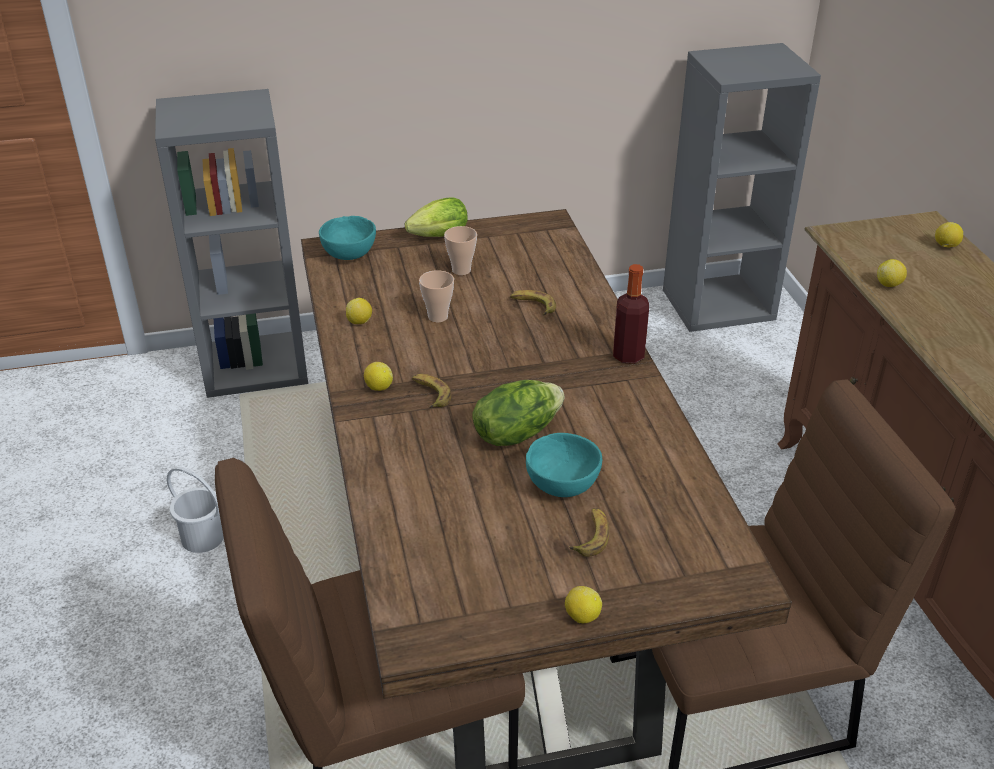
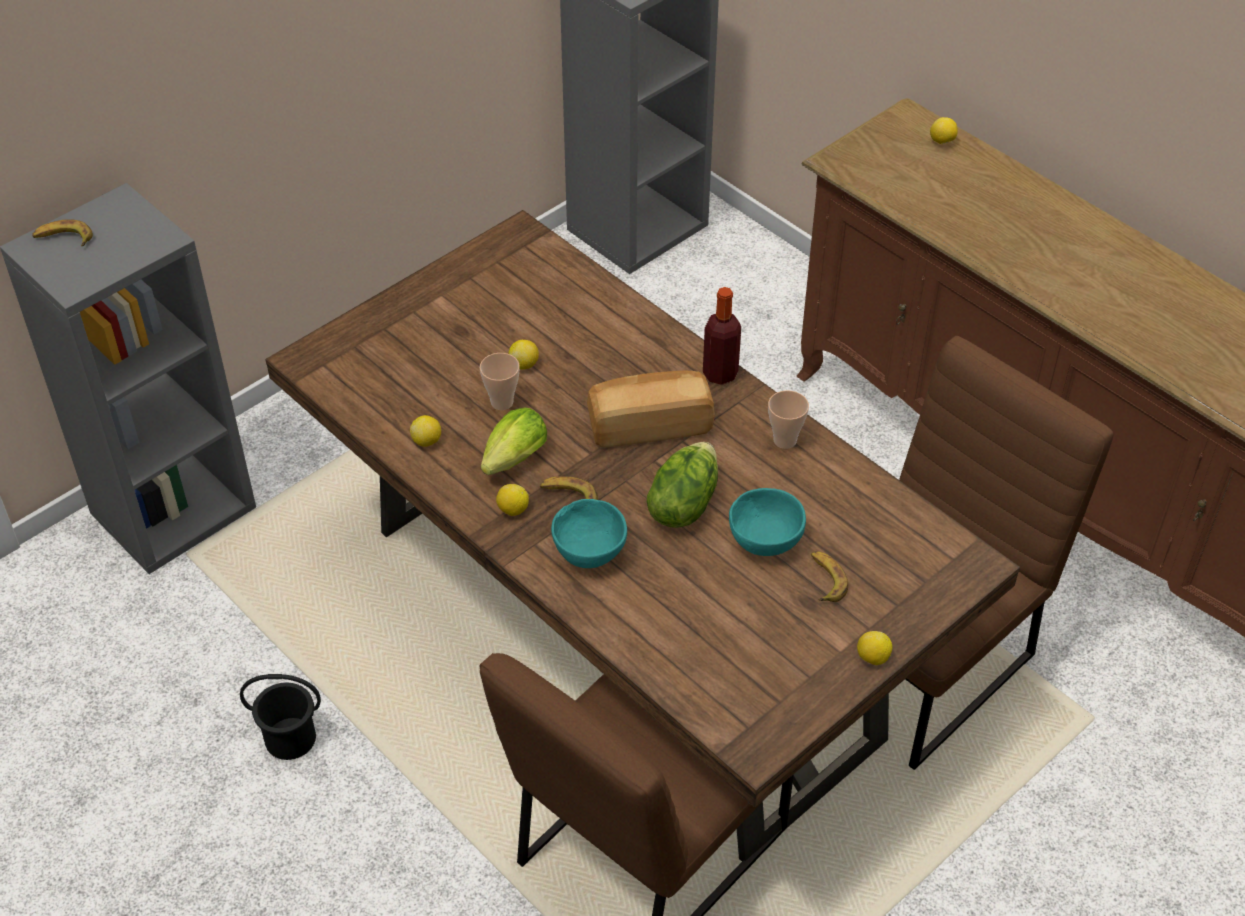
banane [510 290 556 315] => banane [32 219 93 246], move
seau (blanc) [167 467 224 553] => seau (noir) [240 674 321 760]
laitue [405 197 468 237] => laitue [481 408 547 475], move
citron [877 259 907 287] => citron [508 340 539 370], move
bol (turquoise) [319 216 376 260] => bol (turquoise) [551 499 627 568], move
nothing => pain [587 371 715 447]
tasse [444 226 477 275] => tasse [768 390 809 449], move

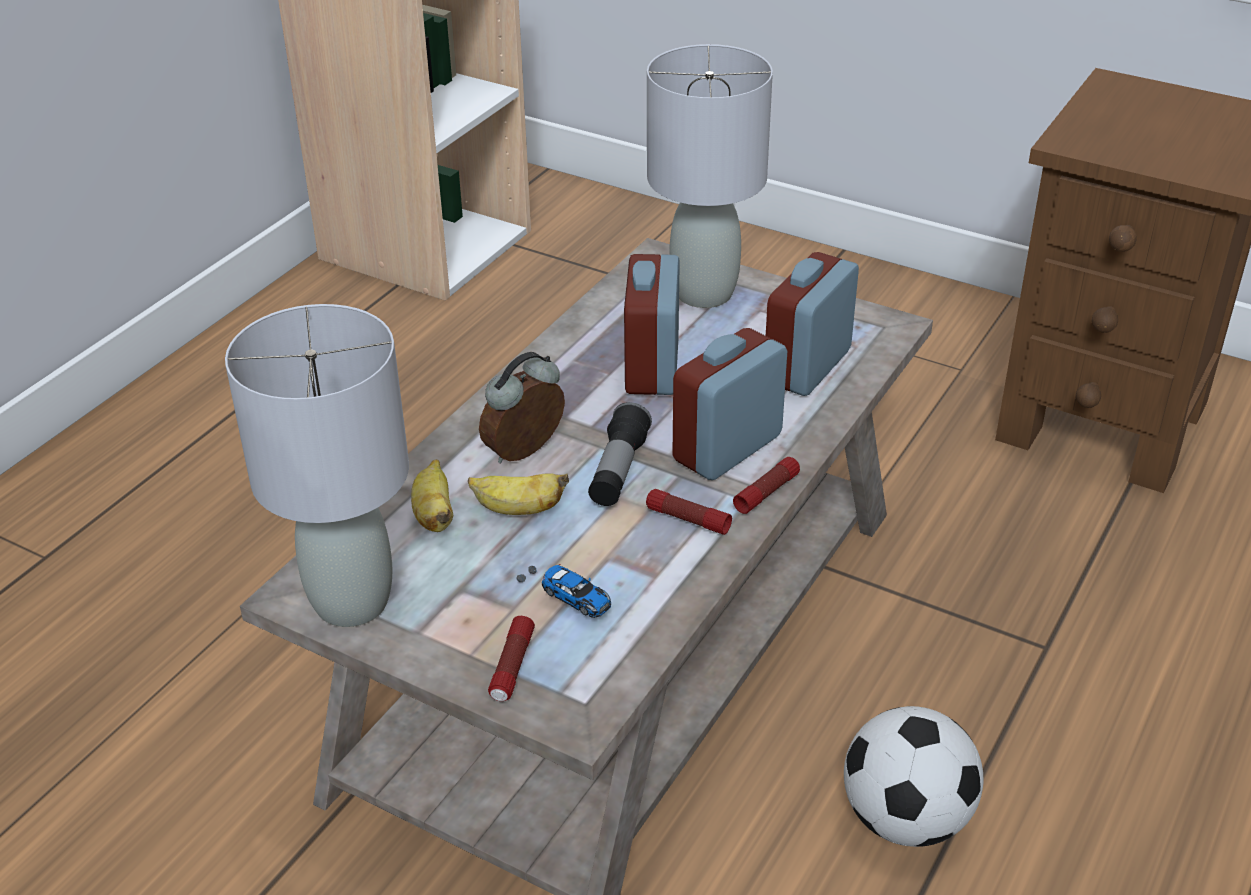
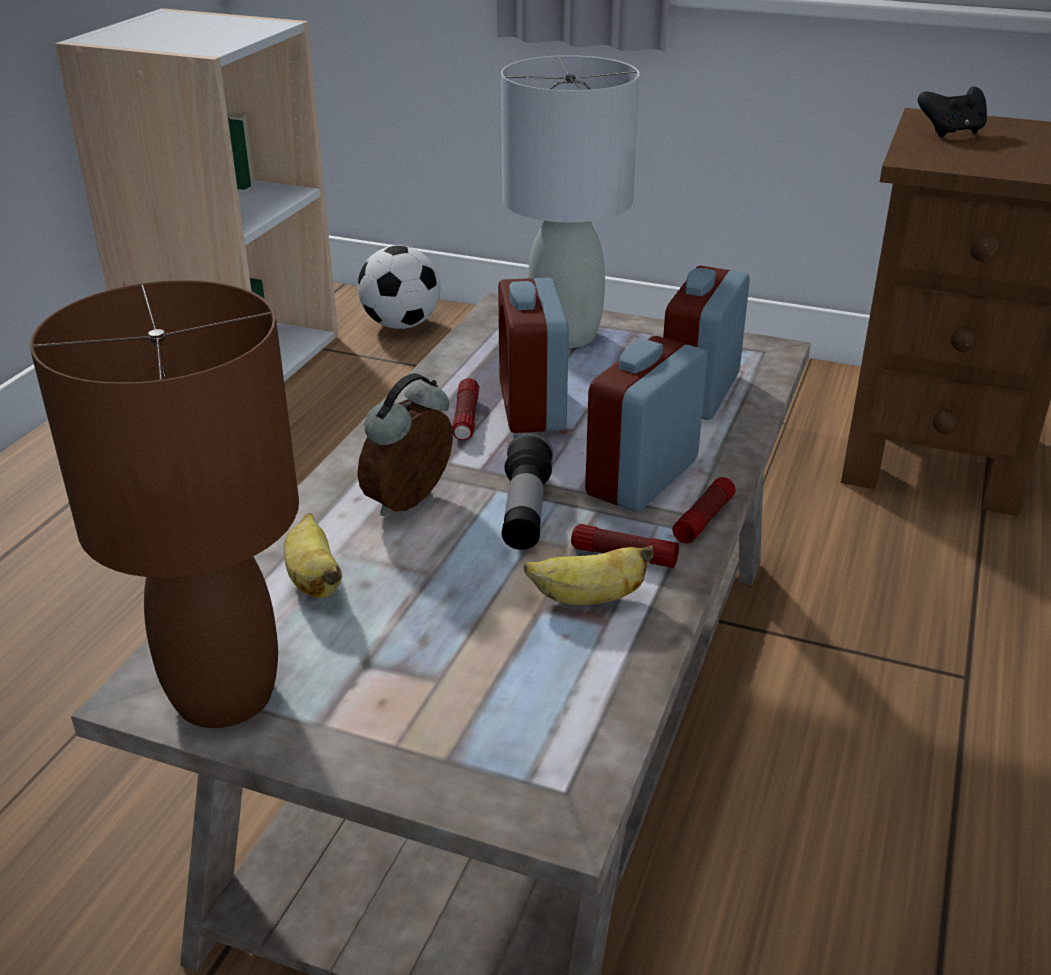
lampe de table (gris) [225 304 409 627] => lampe de table (marron) [30 280 299 728]
ballon de foot [844 706 983 847] => ballon de foot [358 245 441 329], move
lampe de poche [488 616 535 701] => lampe de poche [452 378 479 440], move
banane [468 473 569 515] => banane [524 545 654 605], move
nothing => manette (noir) [918 87 987 138]
petite voiture [516 564 611 618] => nothing

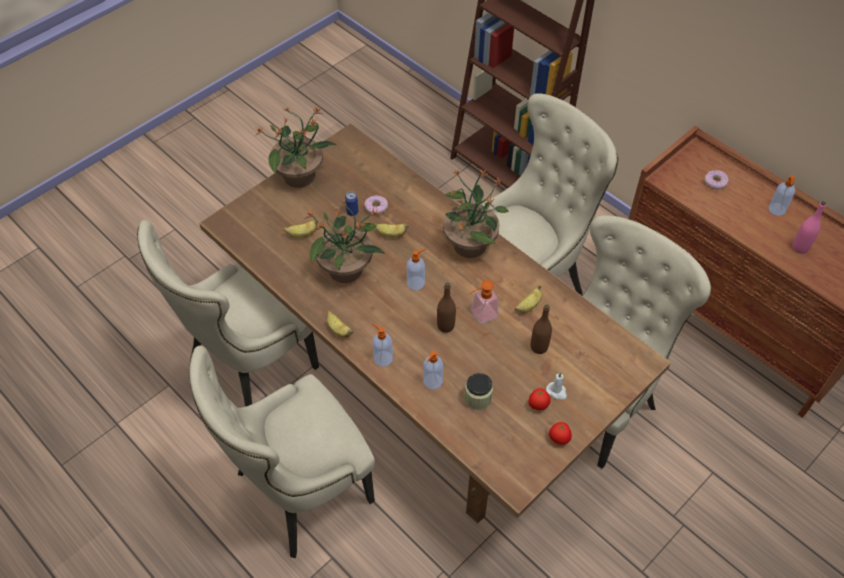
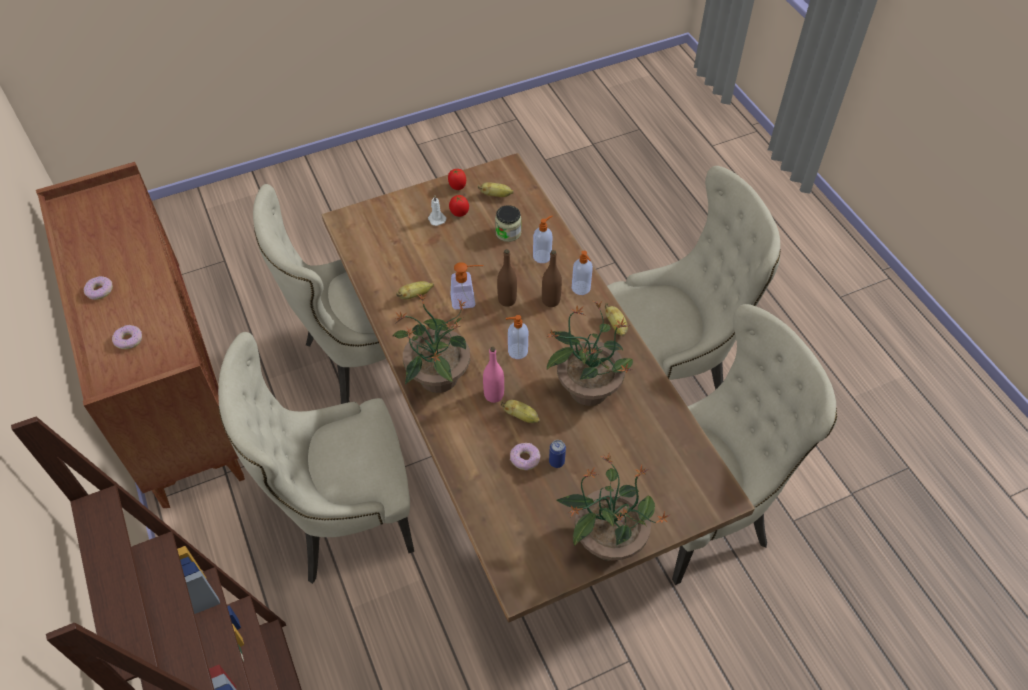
distributeur de savon [768 175 795 216] => beignet [84 276 113 300]
banane [284 220 318 238] => banane [478 182 514 197], move
bouteille (rose) [792 201 826 254] => bouteille (rose) [483 347 504 403], move
bouteille (marron) [531 304 552 354] => bouteille (marron) [542 250 562 307], move

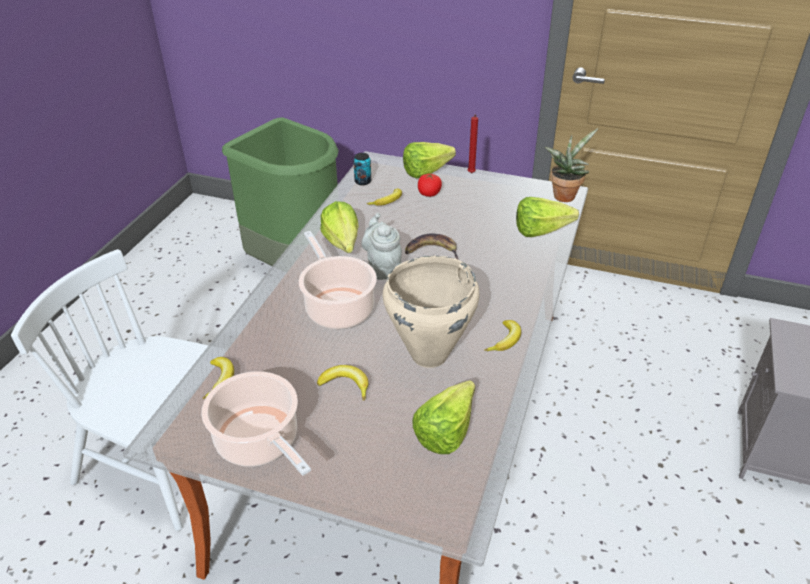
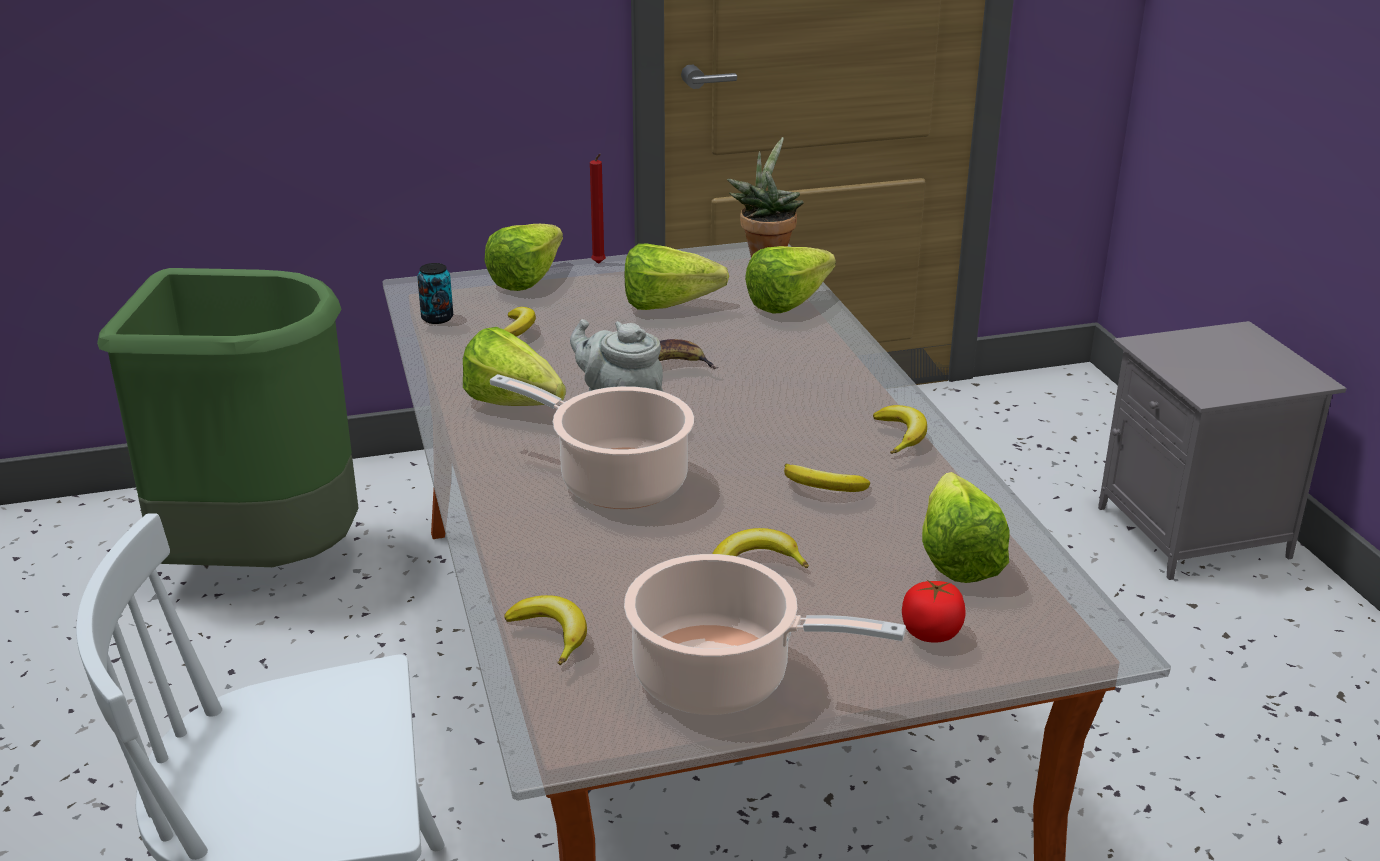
nothing => laitue [625 244 729 310]
marmite (beige) [382 256 480 368] => banane [784 464 870 492]
tomate [418 173 442 197] => tomate [902 579 966 643], move

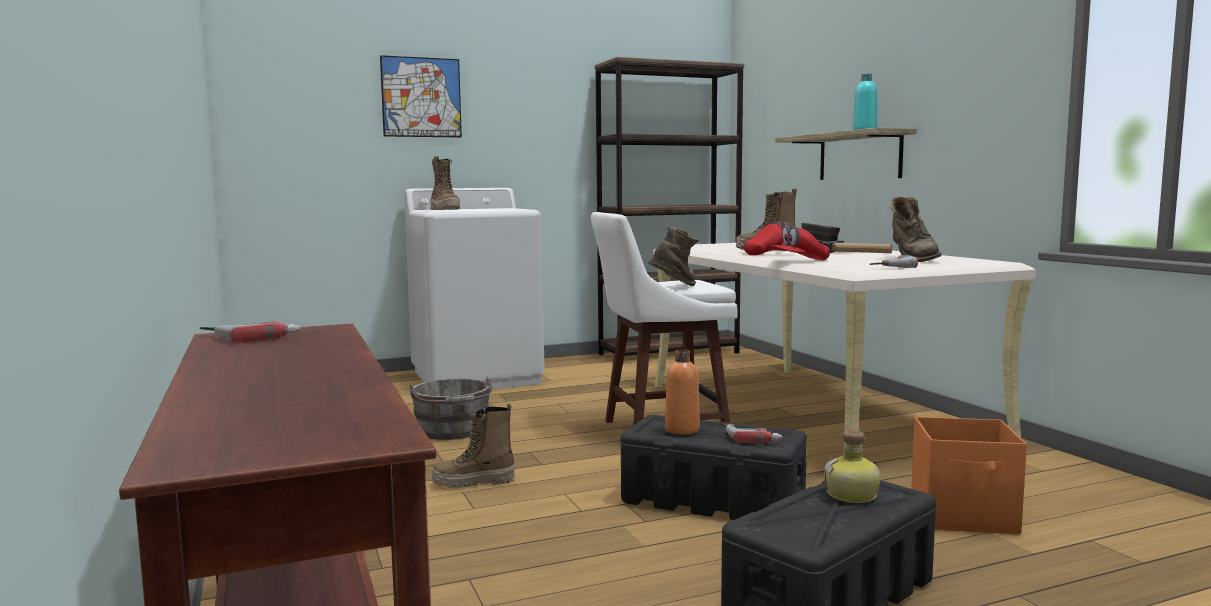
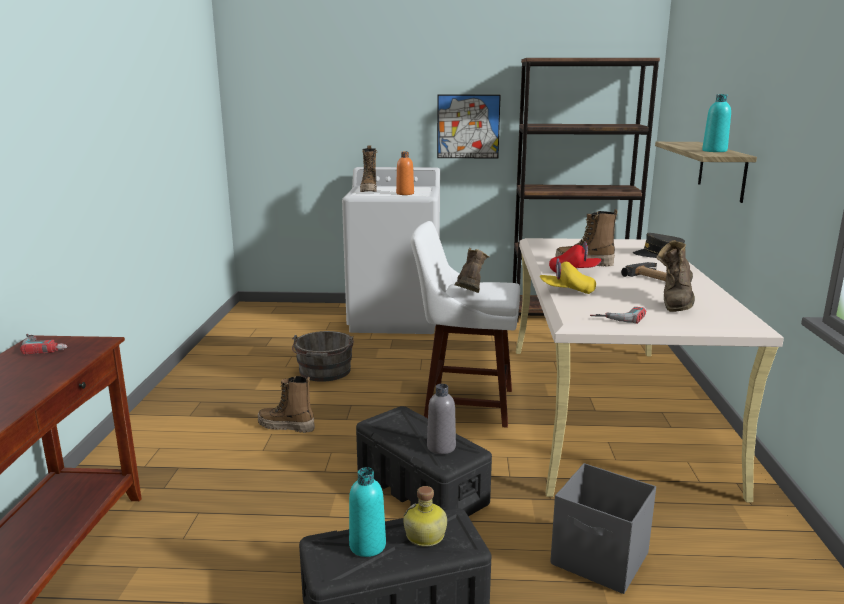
nothing => bouteille (turquoise) [349 467 386 557]
bouteille (orange) [665 349 700 434] => bouteille (orange) [396 152 414 195], move
perceuse [718 422 782 443] => bouteille (gris) [427 384 456 454]
tableau [380 55 462 138] => tableau [437 95 501 159], move
botte (marron) [648 227 699 286] => botte (marron) [455 248 490 293], 60 degrees counterclockwise
casquette (rouge) [770 225 830 260] => casquette (jaune) [540 258 596 294]
boîte de rangement (orange) [911 417 1027 535] => boîte de rangement (gris) [550 463 656 594]

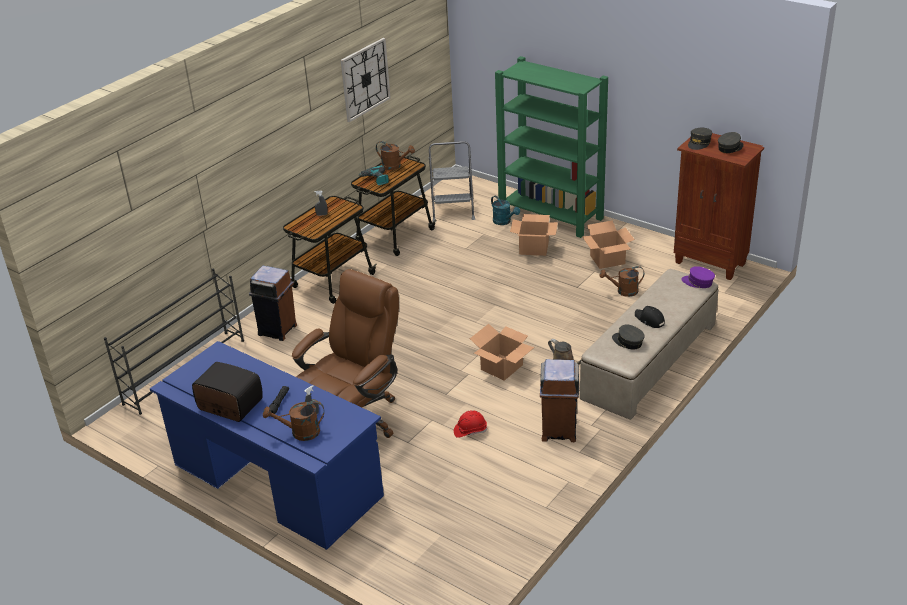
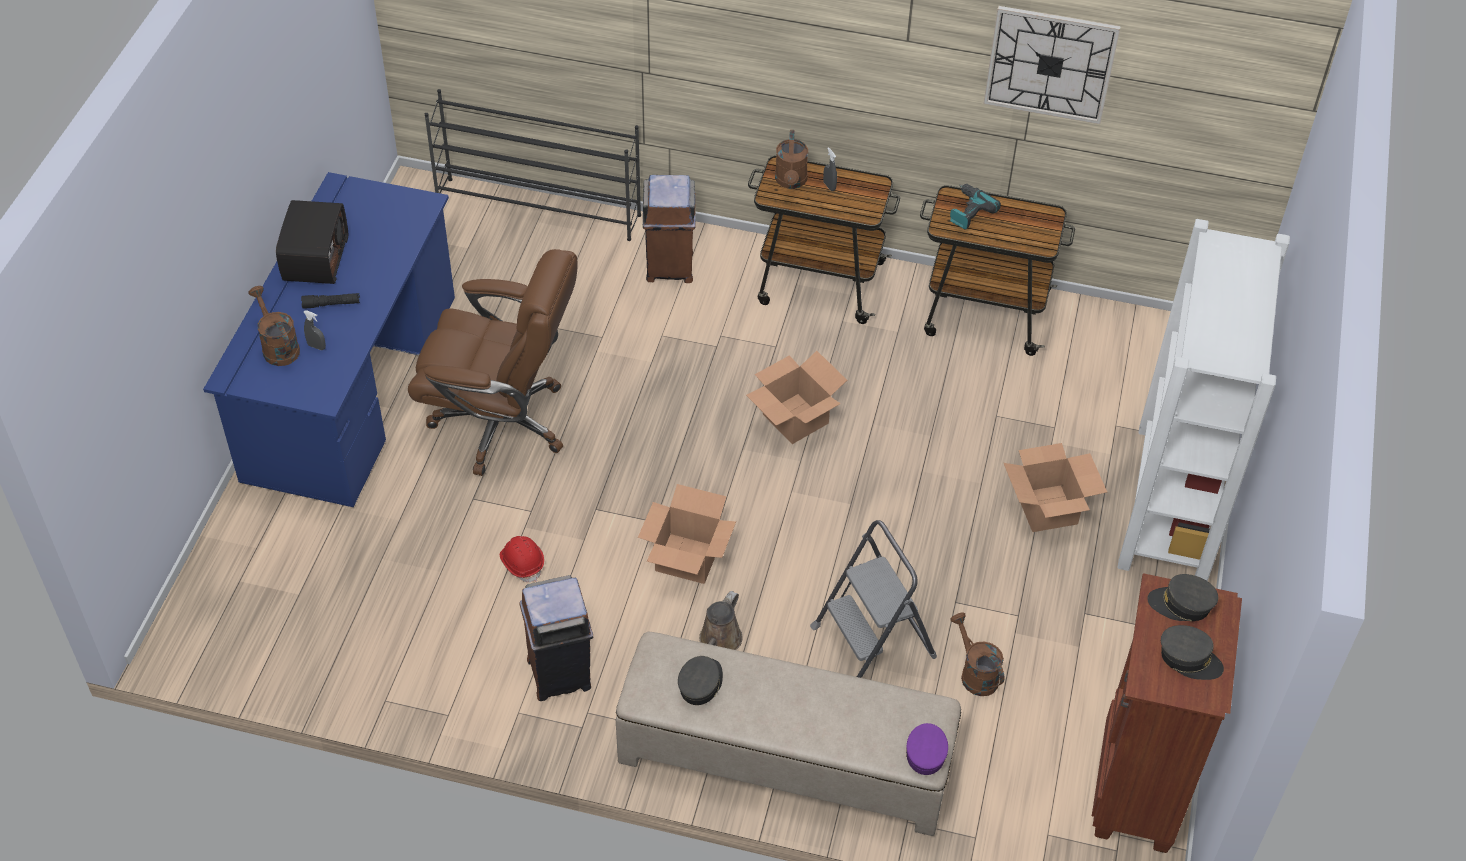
carton [582 220 635 269] => carton [746 351 847 444], move
arrosoir (marron) [376 141 415 170] => arrosoir (marron) [775 130 808 189], move
escabeau (gris) [429 141 475 222] => escabeau (gris) [810 520 937 678], move
bibliothèque (vert) [495 56 608 238] => bibliothèque (blanc) [1117 219 1290 581]
arrosoir (turquoise) [491 196 520 225] => nothing
casquette (noir) [635 306 665 328] => nothing

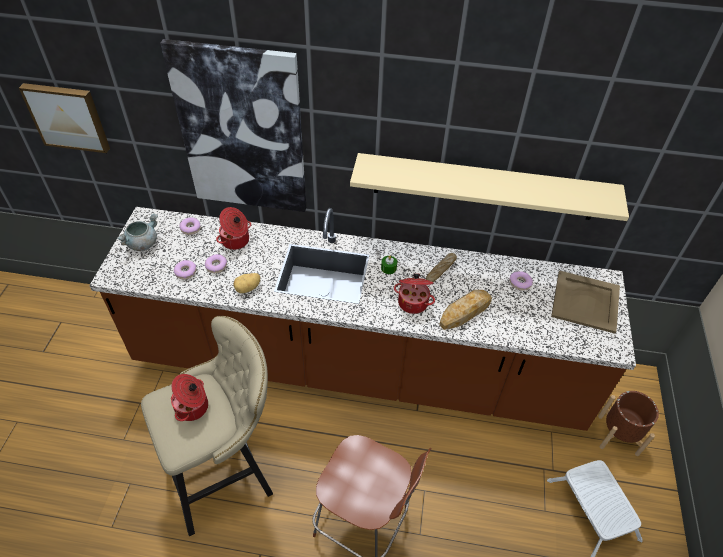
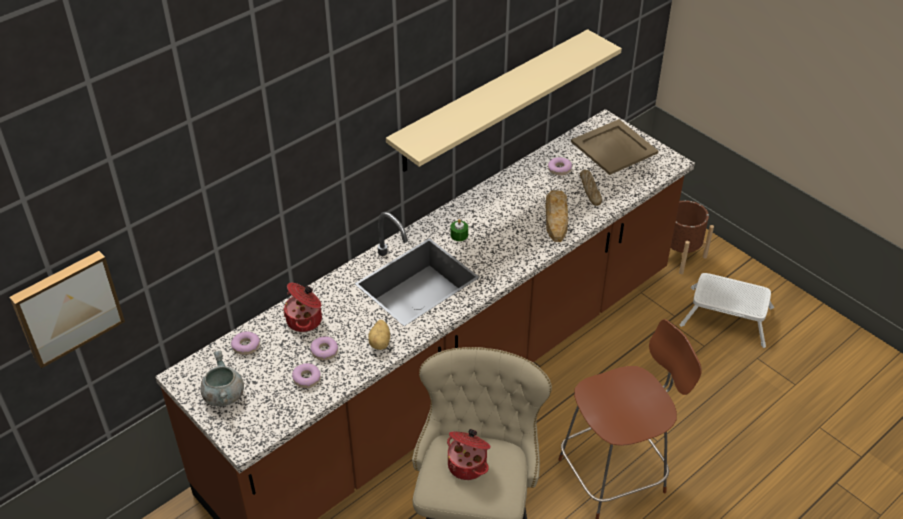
pain [426 253 457 282] => pain [580 170 602 206], move
tableau [160 39 306 212] => nothing
marmite [394 273 435 314] => nothing

